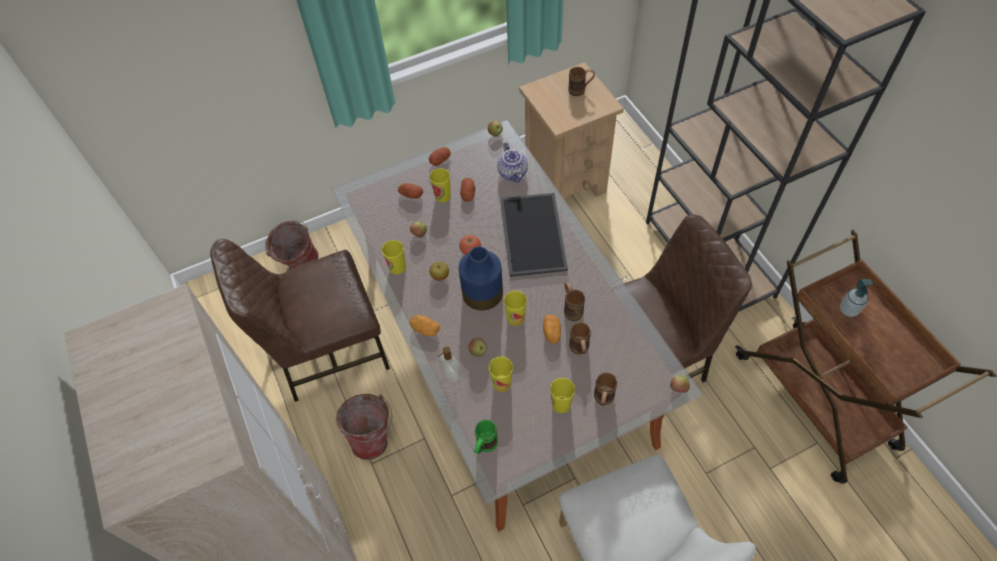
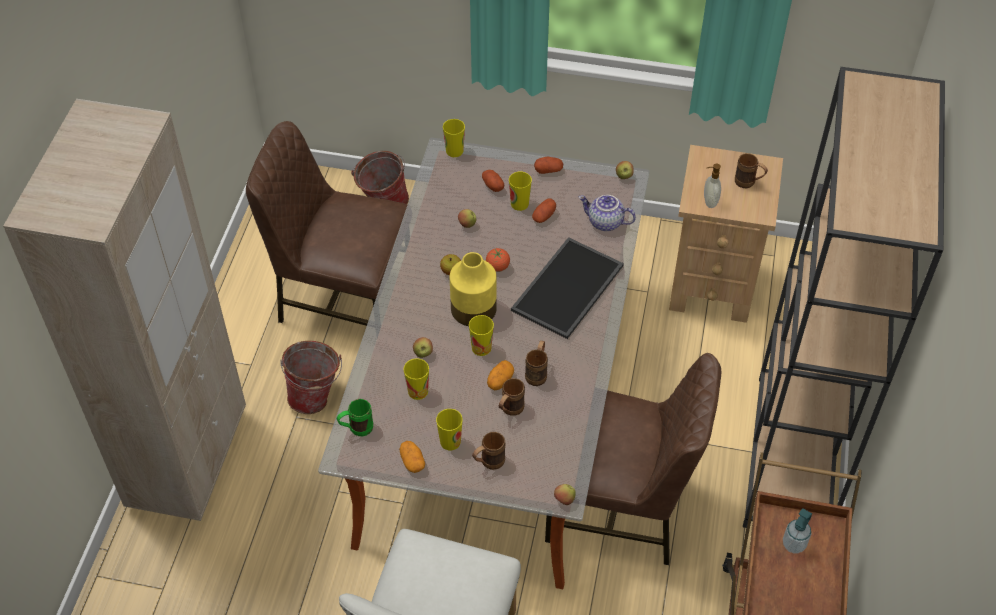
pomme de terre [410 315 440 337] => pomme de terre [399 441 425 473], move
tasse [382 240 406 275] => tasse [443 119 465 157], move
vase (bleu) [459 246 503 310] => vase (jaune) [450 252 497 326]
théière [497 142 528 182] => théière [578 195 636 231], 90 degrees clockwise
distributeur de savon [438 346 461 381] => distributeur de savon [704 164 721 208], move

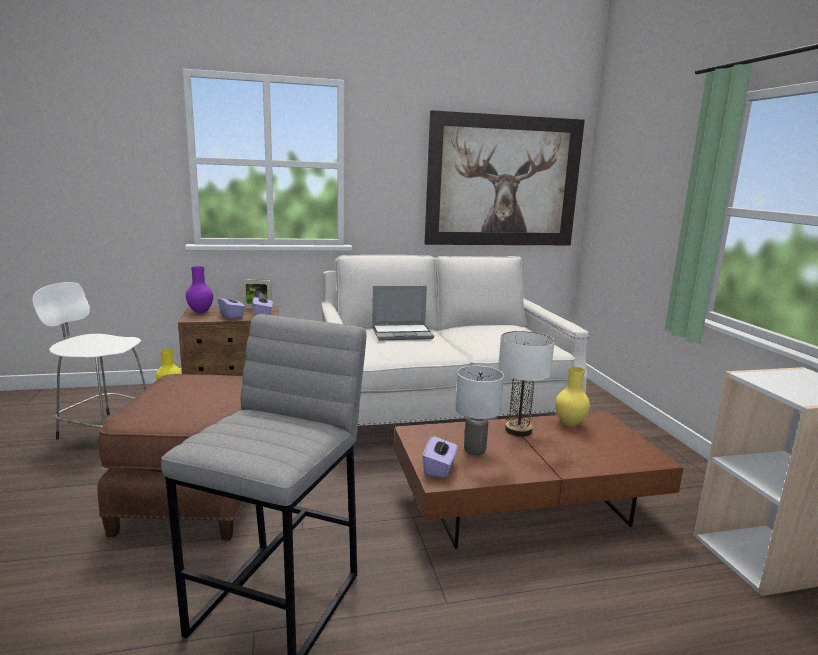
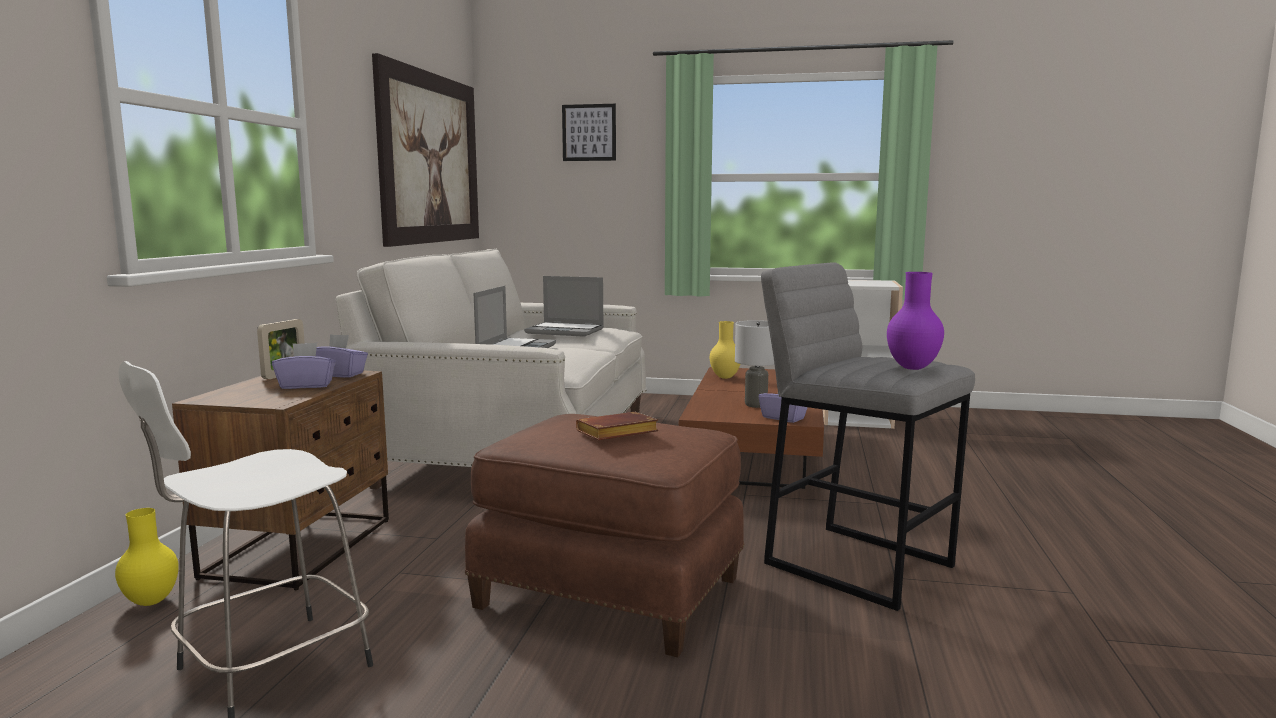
nothing => ordinateur portable [524 276 604 337]
nothing => tableau [562 104 616 161]
nothing => livre (marron) [576 412 659 440]
vase (violet) [186 266 213 313] => vase (violet) [887 272 944 370], move
lampe de table [498 331 555 437] => nothing

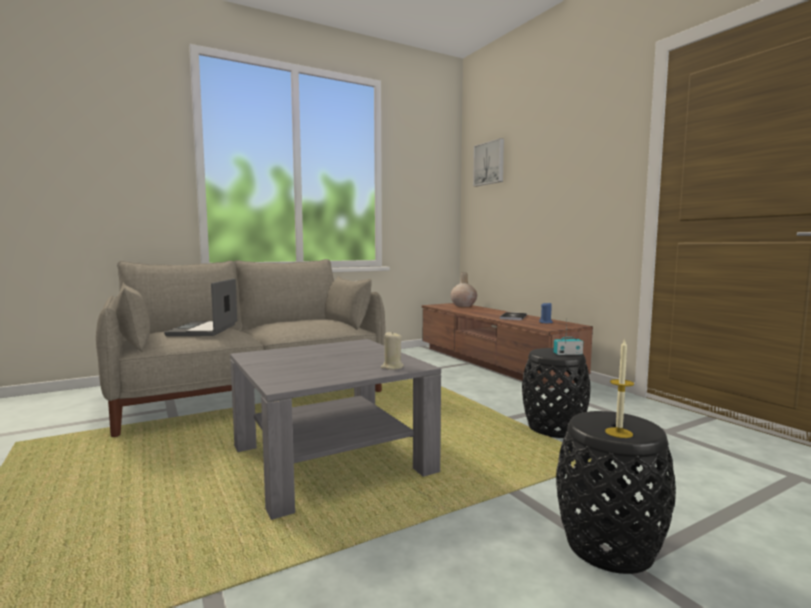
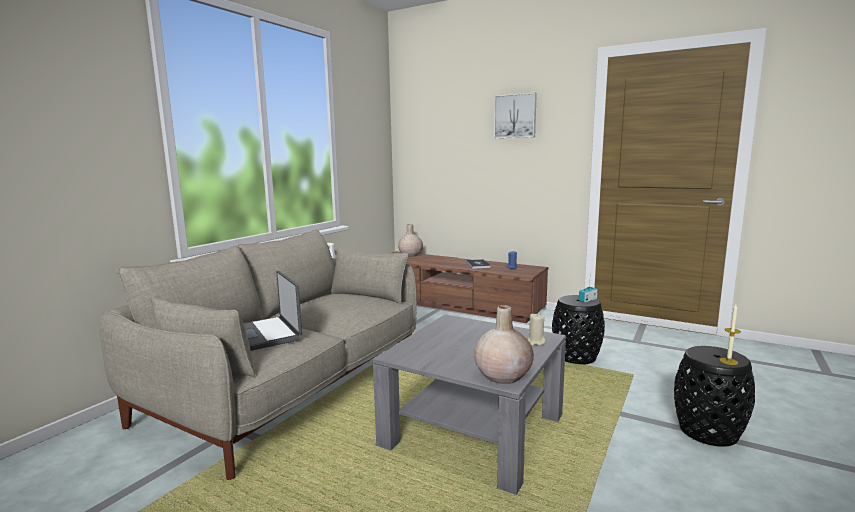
nothing => vase (beige) [474 305 534 384]
tableau [473 138 504 186] => tableau [494 93 537 138], move

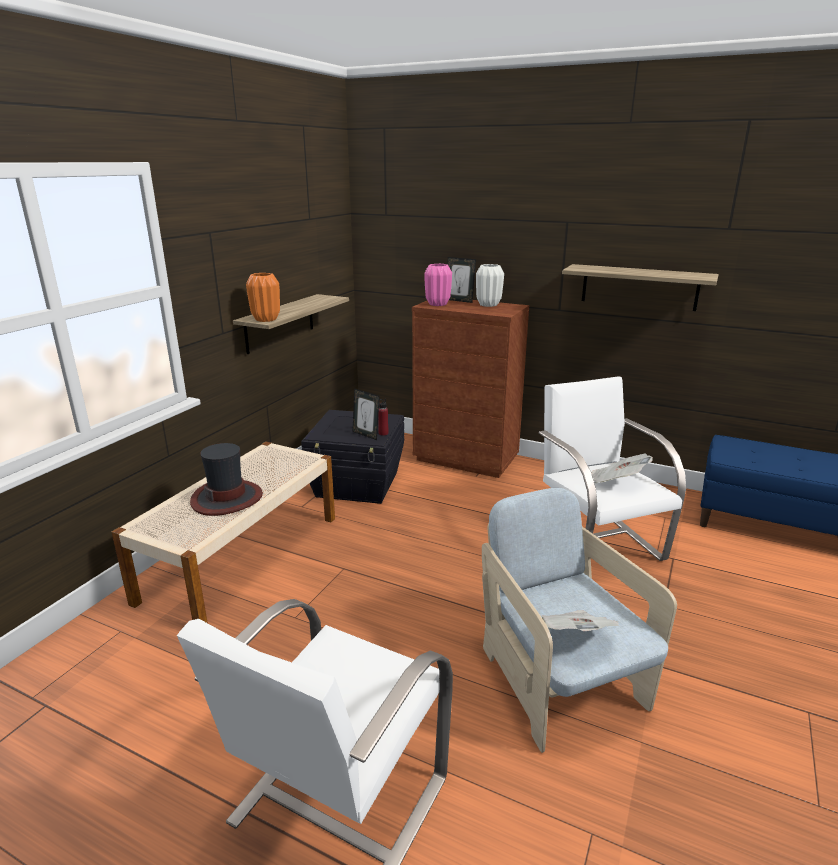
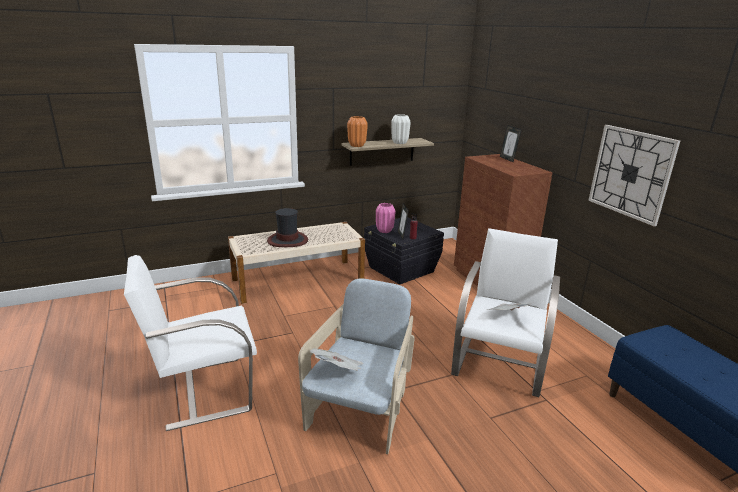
vase (rose) [424 264 452 306] => vase (rose) [376 203 396 233], move
vase (blanc) [476 264 504 307] => vase (blanc) [391 114 411 144], move
étagère [562 264 719 311] => horloge murale [588 125 680 226]

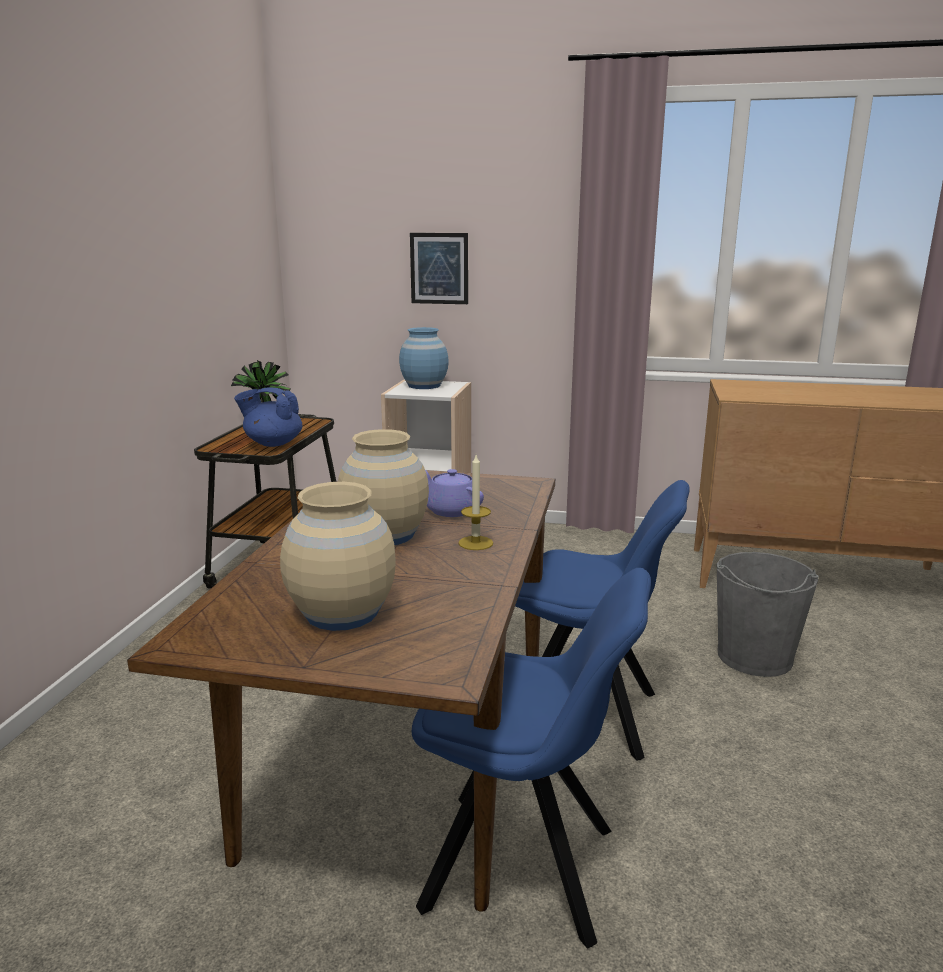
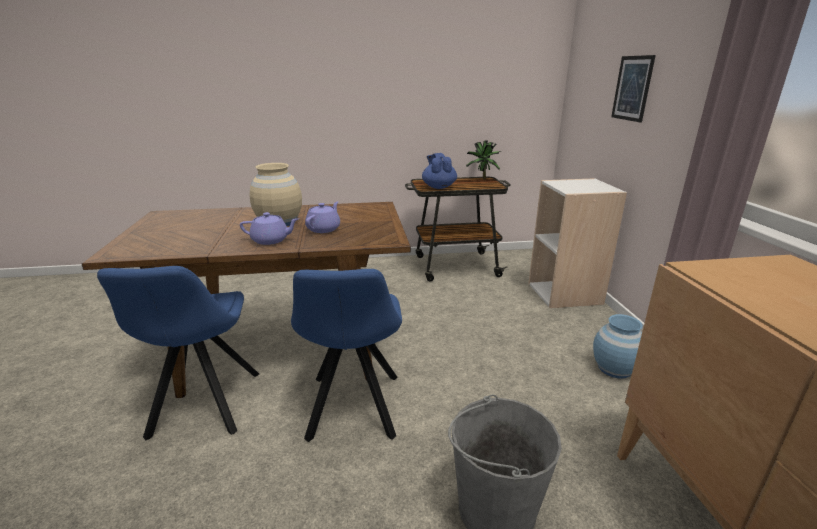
bougie [458 455 493 550] => théière (violet) [240 212 299 245]
vase (bleu) [399 327 449 389] => vase (bleu) [593 314 643 379], move
vase (beige) [280 482 395 631] => nothing

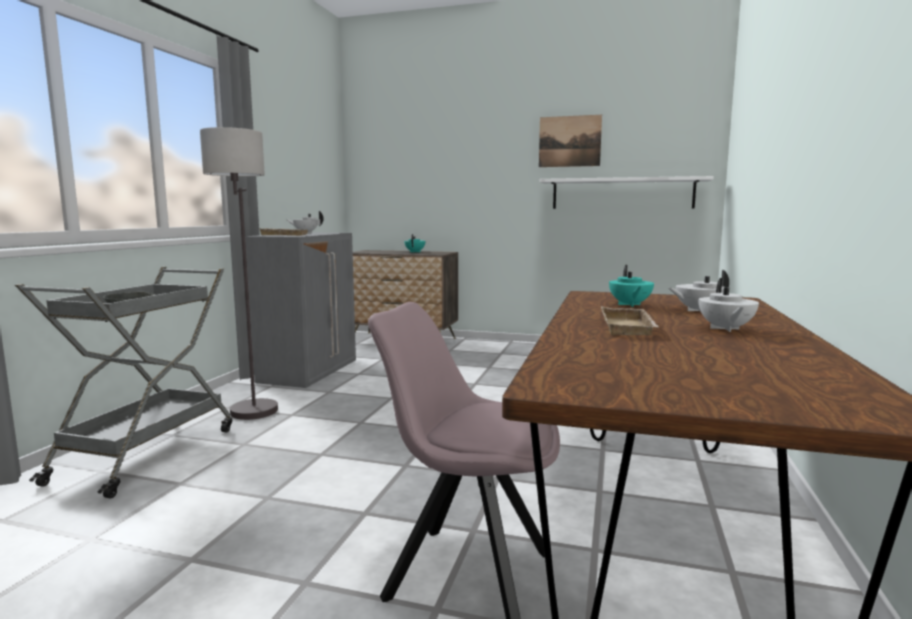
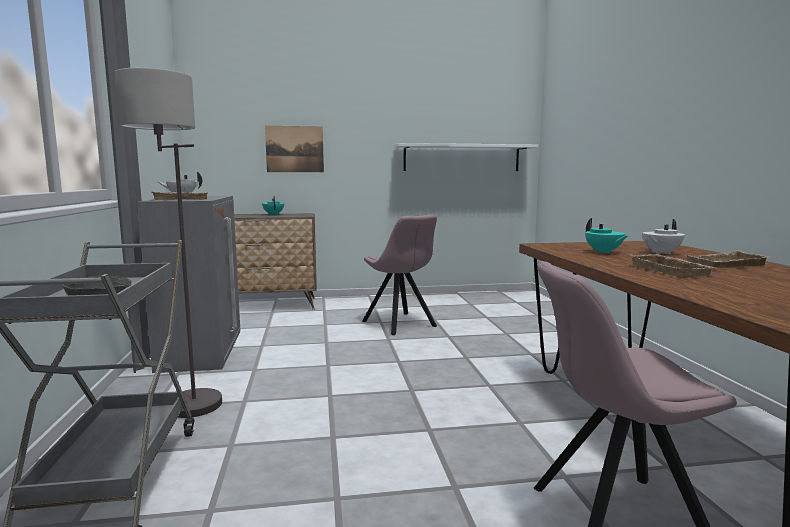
tableau [539 115 602 167] => tableau [265 126 324 172], move
nothing => chaise (rose) [362 214 437 335]
théière (blanc) [699 278 759 332] => plateau (beige) [687 250 771 268]

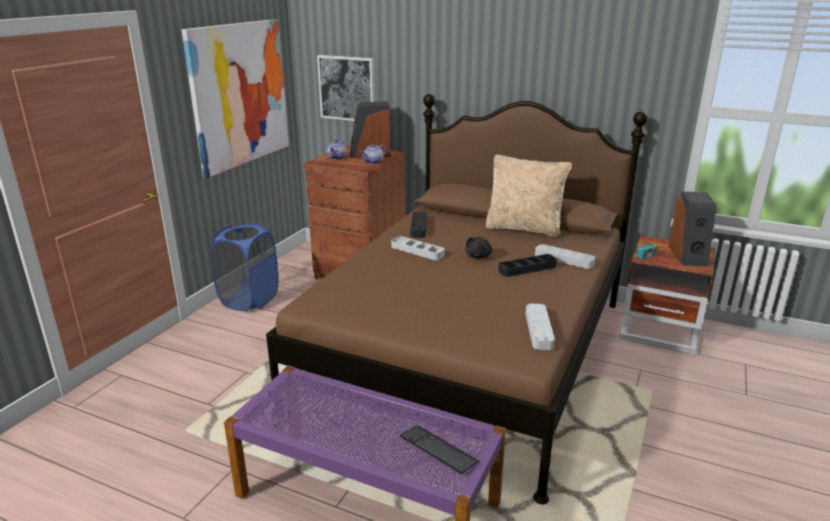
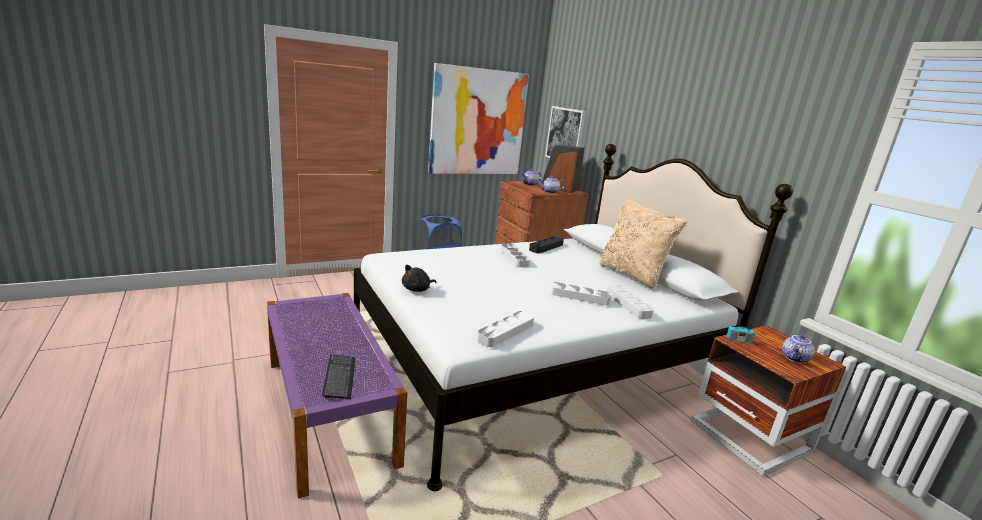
lit (marron) [266 94 648 505] => lit (blanc) [353 144 793 491]
peluche (noir) [465 237 493 259] => peluche (noir) [402 265 437 292], move
plateau (noir) [498 254 557 277] => plateau (blanc) [550 282 612 306]
enceinte [669 191 716 267] => théière [782 334 815 363]

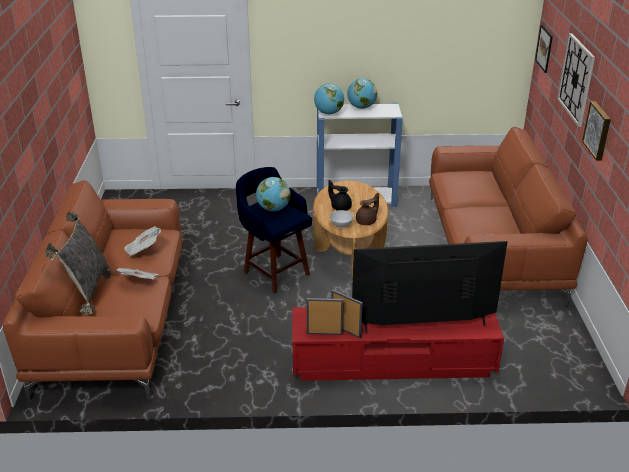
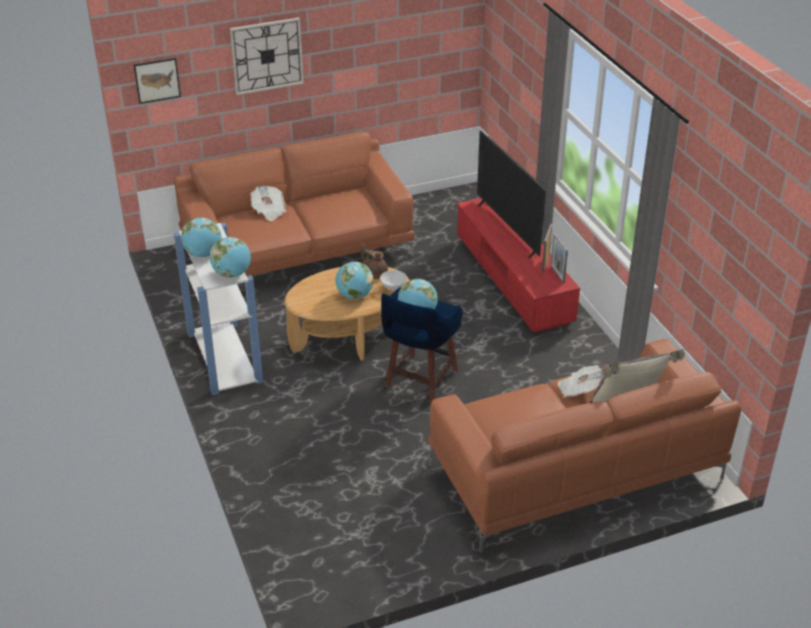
journal [124 226 161 257] => journal [250 186 286 221], move
théière (noir) [328 180 352 211] => globe [336 261 374 299]
tableau [582 101 611 161] => nothing

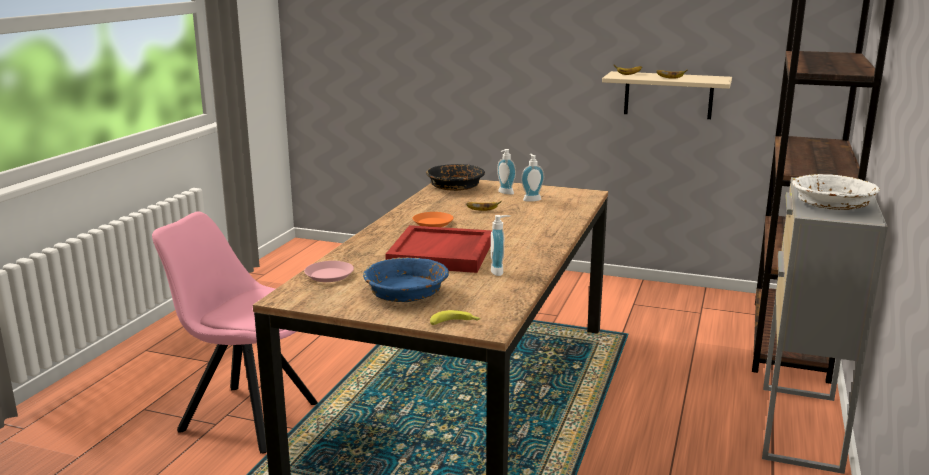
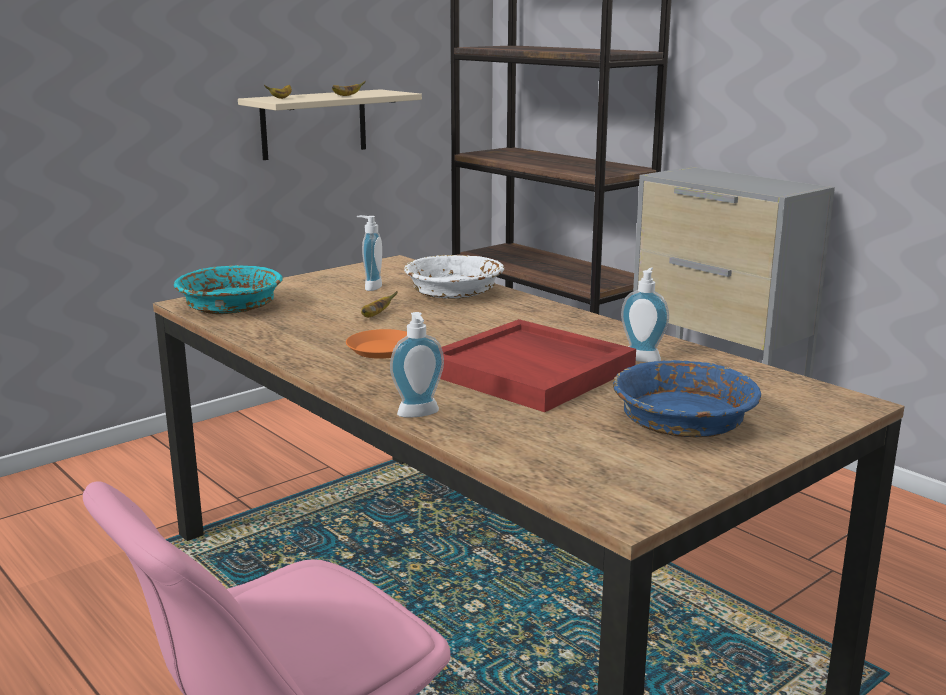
bol (noir) [426 164 485 191] => bol (turquoise) [174 265 283 314]
distributeur de savon [497 149 516 195] => distributeur de savon [390 312 444 417], move
bol (blanc) [792 174 880 210] => bol (blanc) [404 255 504 299], move
assiette (rose) [304 261 354 282] => nothing
banane [430 310 481 325] => nothing

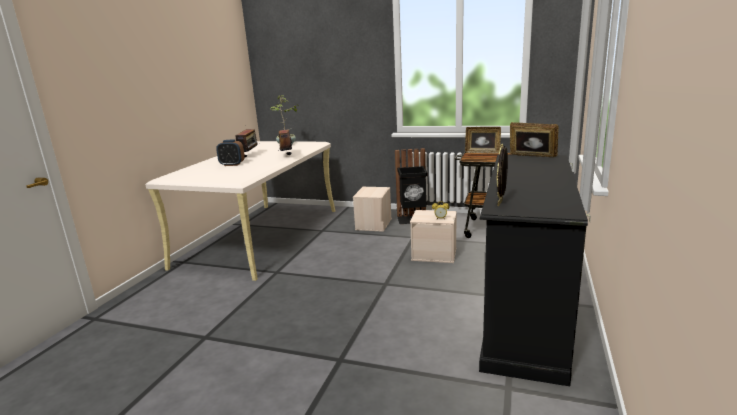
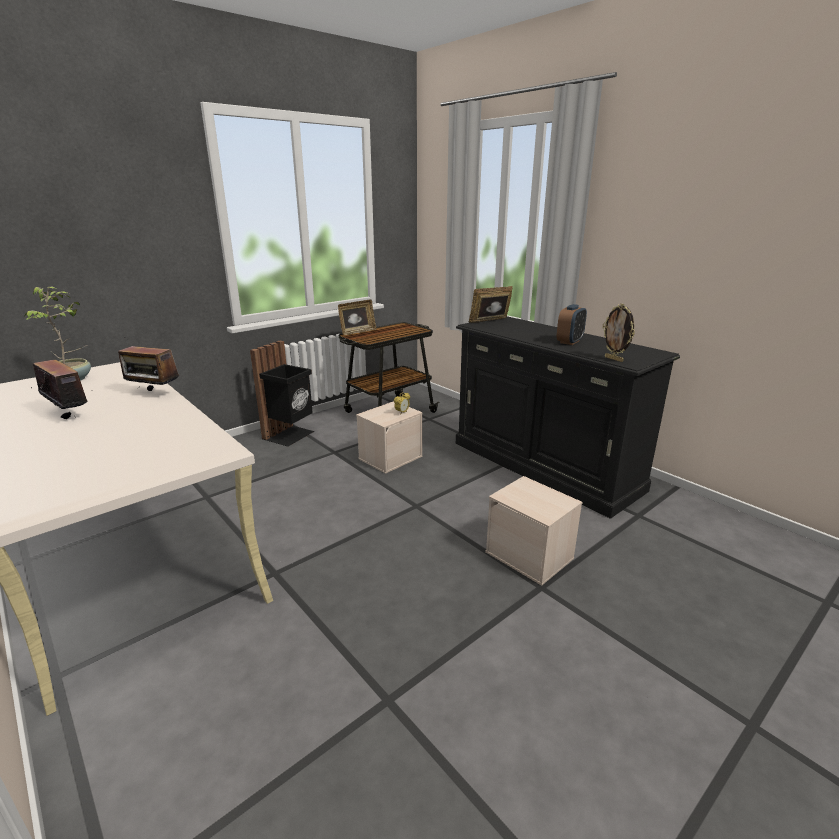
boîte de rangement (beige) [353 187 392 232] => boîte de rangement (beige) [485 476 582 586], move
réveil [216 140 245 166] => réveil [557 304 587 345], move

